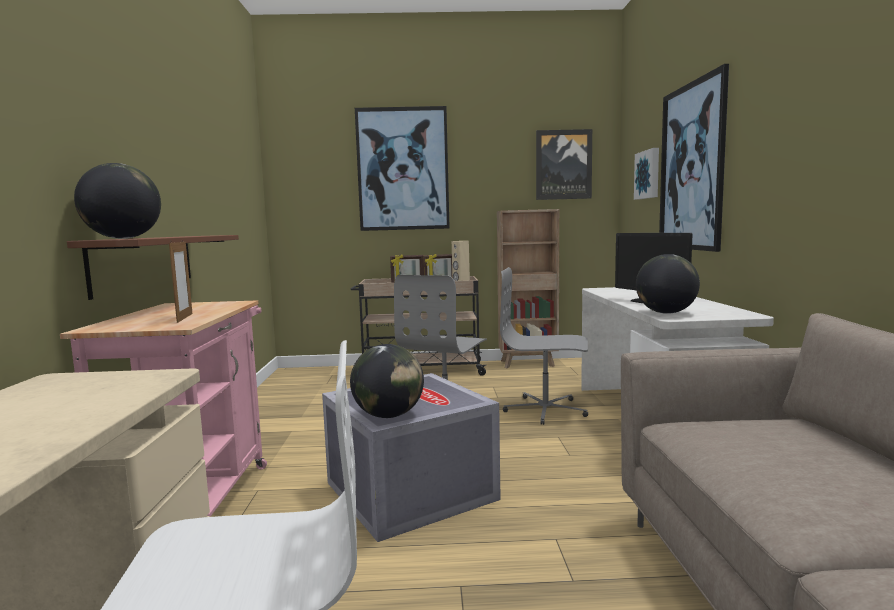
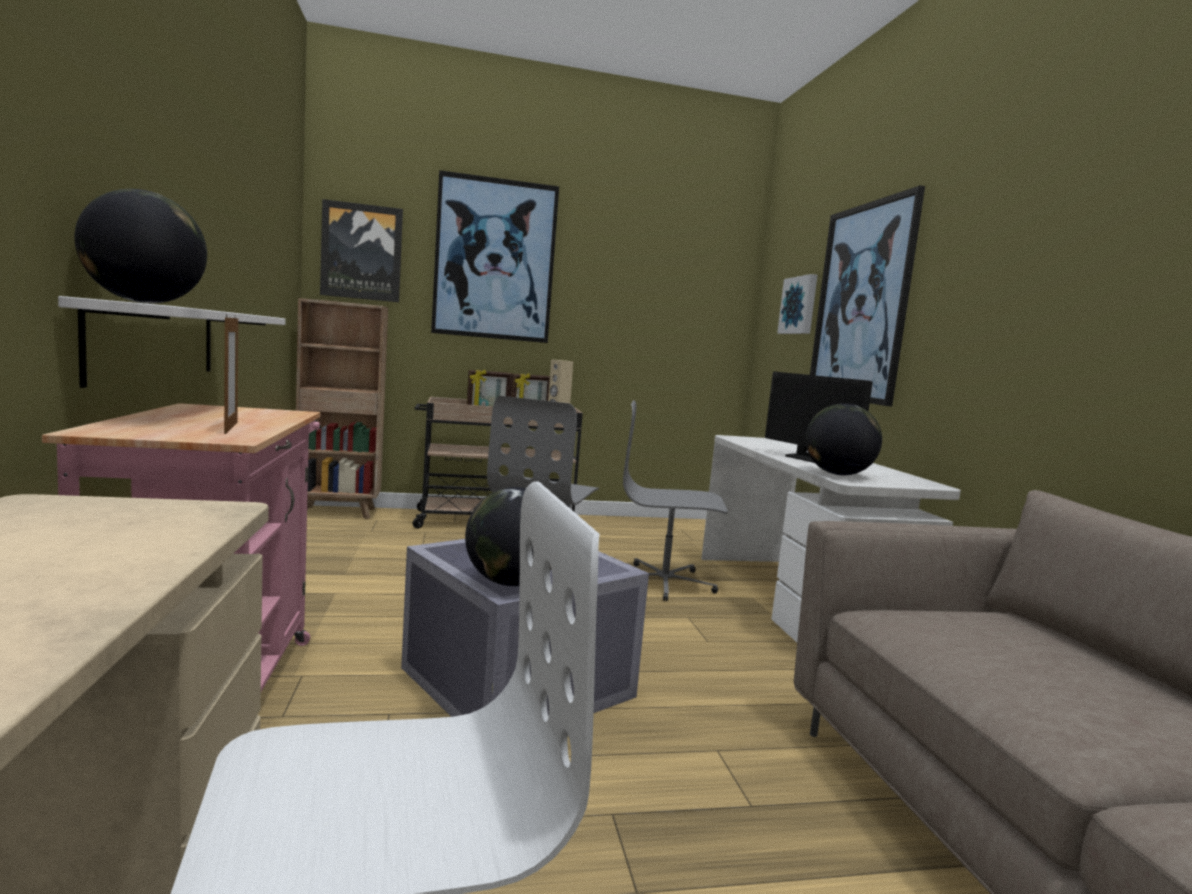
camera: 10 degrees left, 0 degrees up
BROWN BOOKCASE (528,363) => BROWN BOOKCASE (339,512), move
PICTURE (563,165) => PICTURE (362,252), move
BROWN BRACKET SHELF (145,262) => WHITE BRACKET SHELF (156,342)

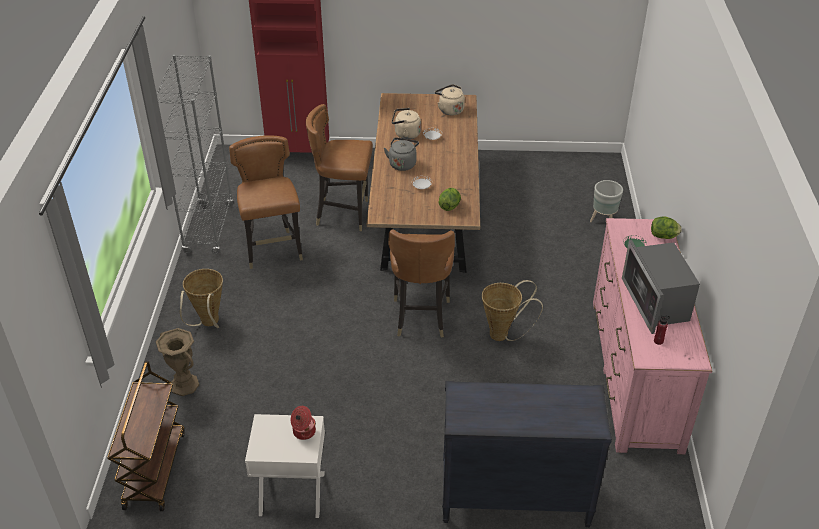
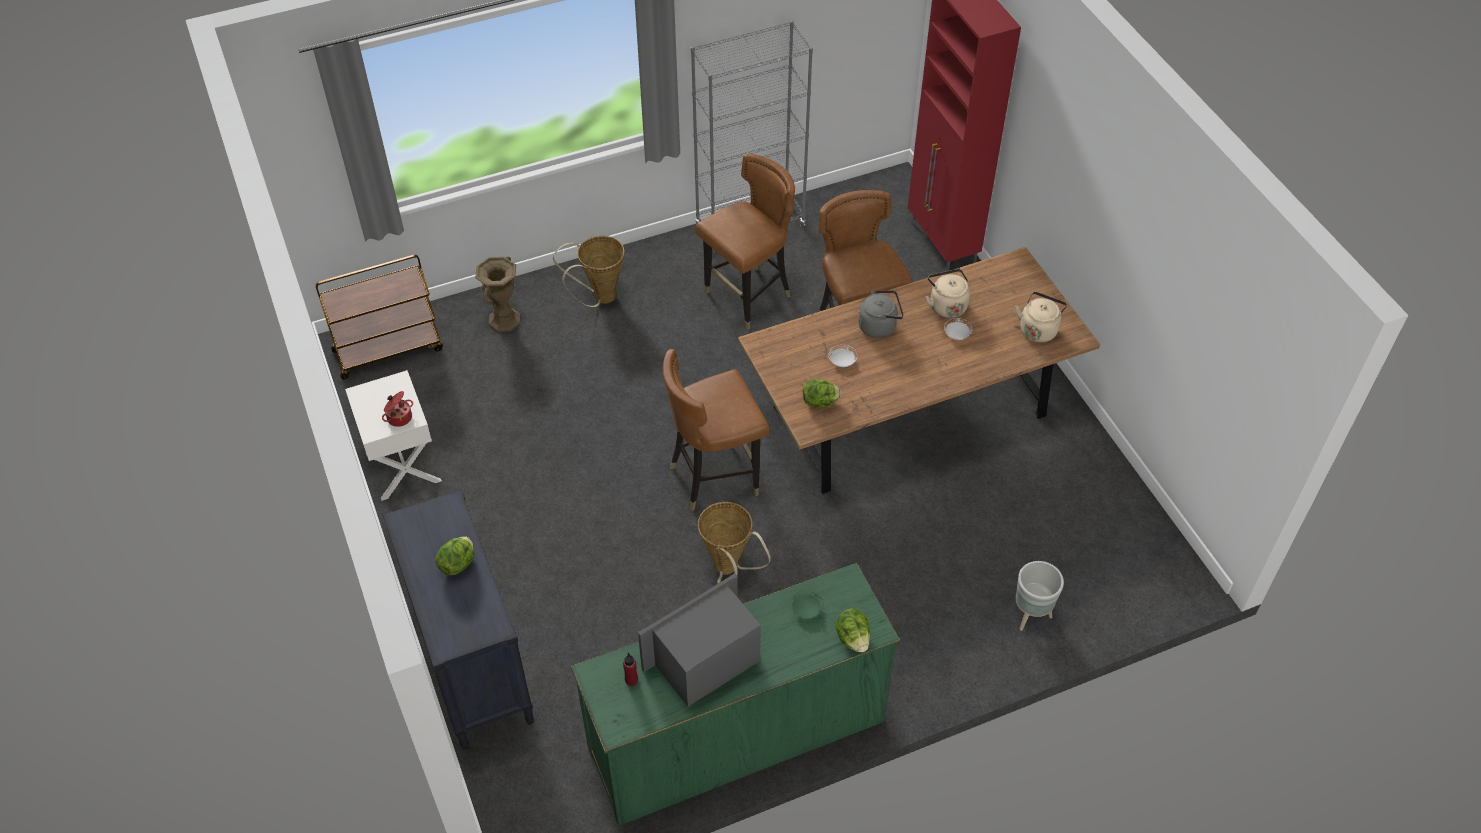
camera: 65 degrees right, 10 degrees up
nothing => LETTUCE (458,563)
PINKISH DRAWER CHEST (635,372) => GREEN-COLOURED DRAWER CHEST (736,734)

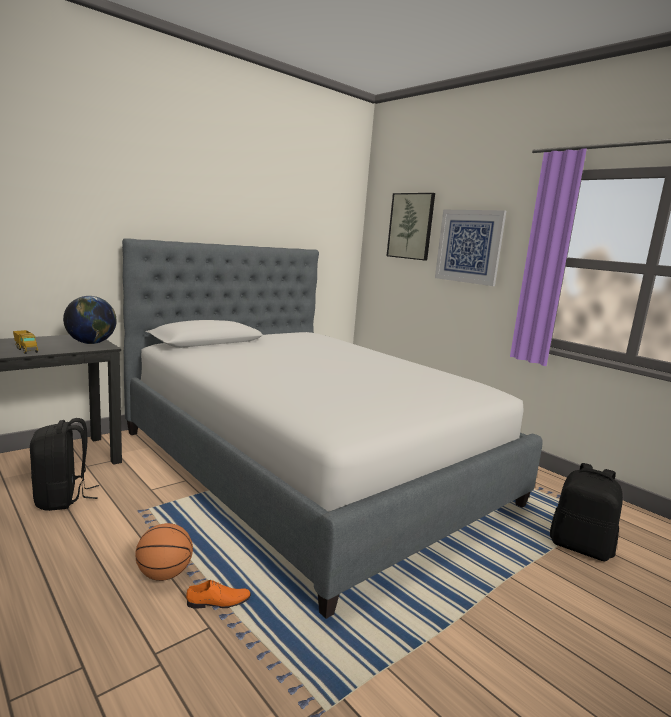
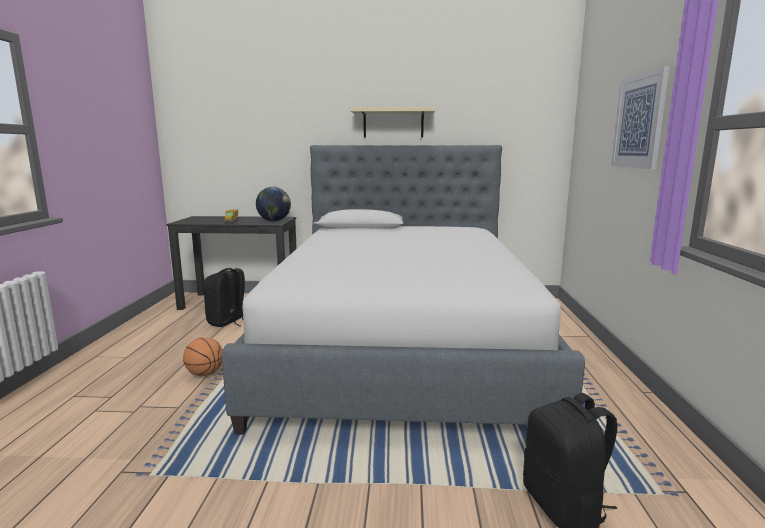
camera: 45 degrees right, 0 degrees up
ORANGE-COLOURED SHOE (219,602) => nothing
PICTURE (411,226) => nothing
nothing => SAND-COLOURED BRACKET SHELF (393,123)

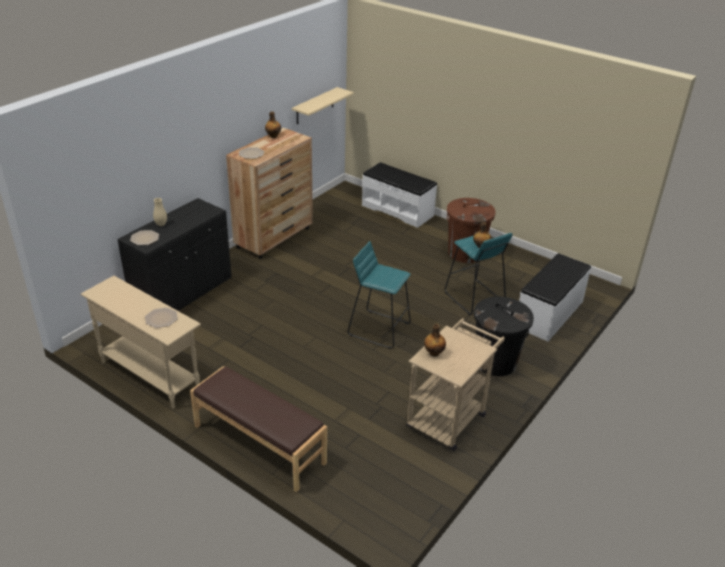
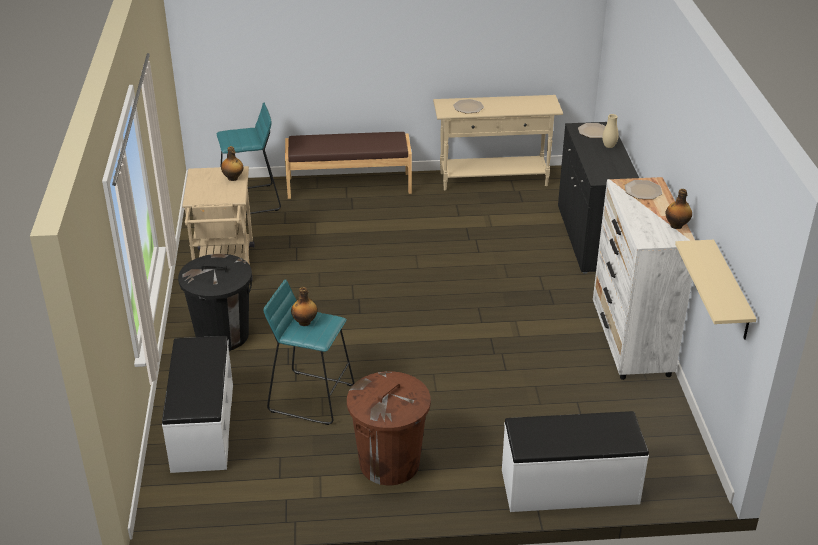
camera: 140 degrees right, 0 degrees up
TURQUOISE-COLOURED STOOL SEAT (379,329) => TURQUOISE-COLOURED STOOL SEAT (251,201), move
BROWN DRAWER CHEST (274,237) => WHITE DRAWER CHEST (631,342)

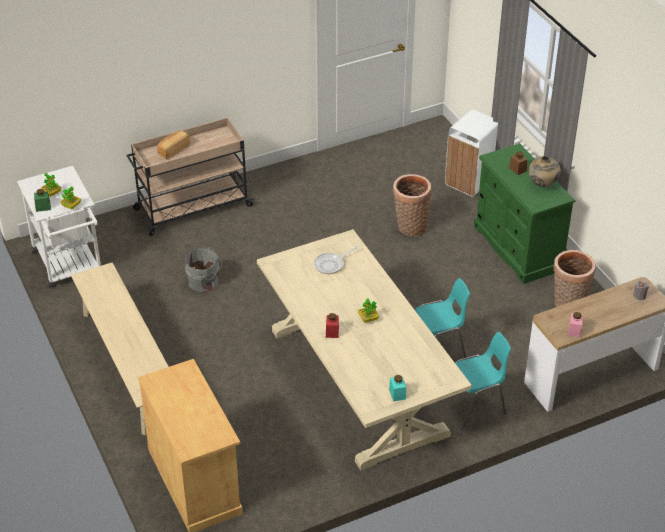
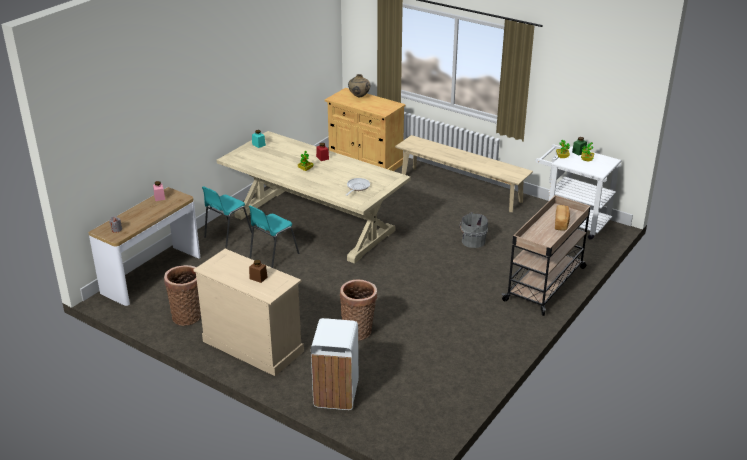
camera: 150 degrees right, 10 degrees down
SAND-COLOURED VASE (542,185) => SAND-COLOURED VASE (359,97), move
GREEN-COLOURED DRAWER CHEST (517,248) => SAND-COLOURED DRAWER CHEST (253,346)

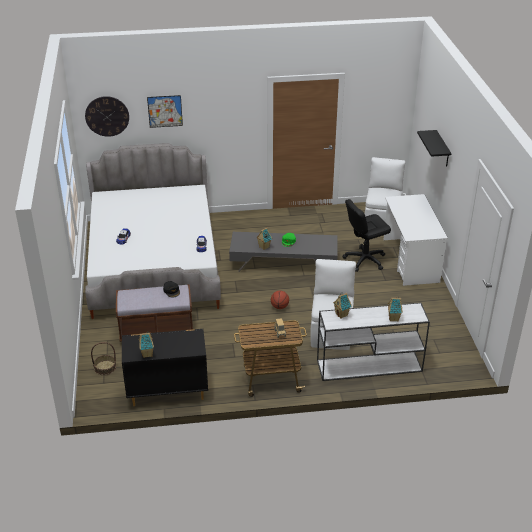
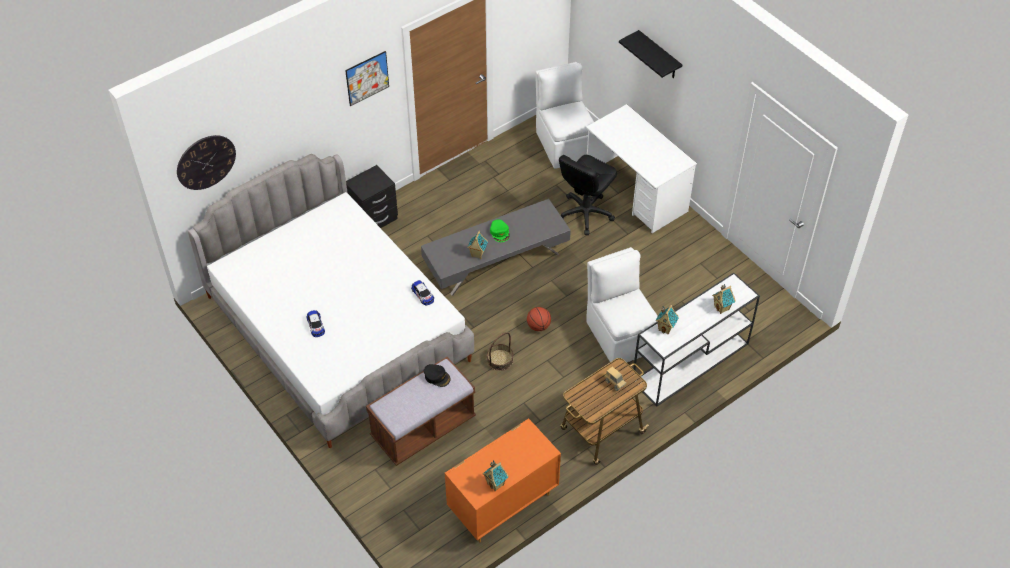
camera: 30 degrees left, 15 degrees up
nothing => BLACK-COLOURED BEDSIDE TABLE (373,219)
HOUSEHOLD BASKET (105,368) => HOUSEHOLD BASKET (500,360), move
PICTURE (165,111) => PICTURE (367,78), move
BLACK-COLOURED DRAWER CHEST (167,392) => ORANGE-COLOURED DRAWER CHEST (502,505)

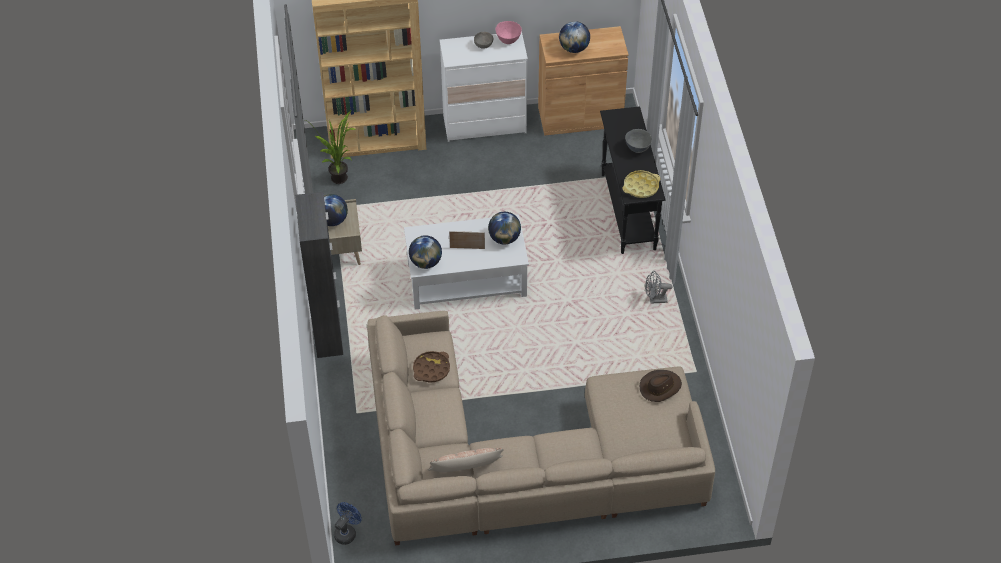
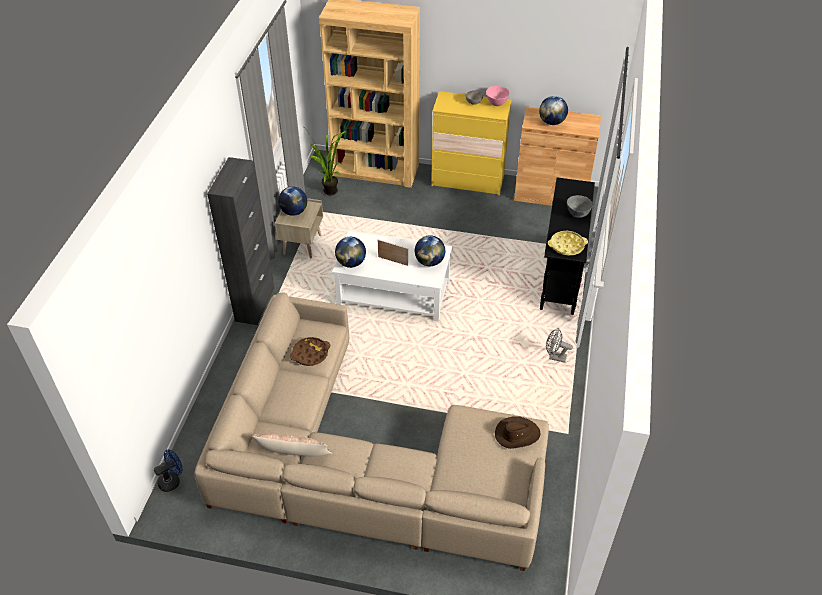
camera: 20 degrees right, 5 degrees down
WHITE DRAWER CHEST (484,124) => YELLOW DRAWER CHEST (467,181)

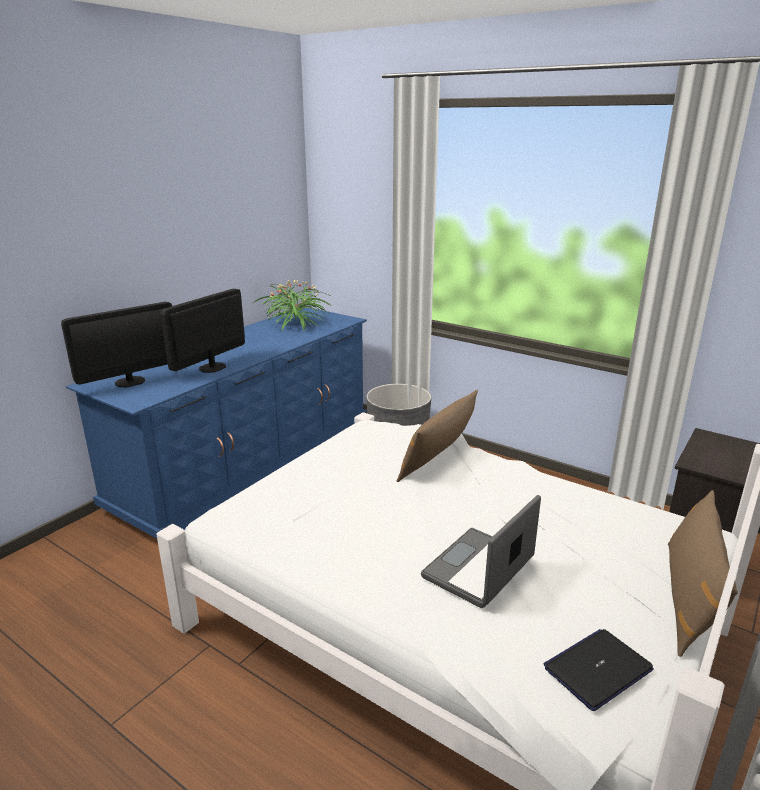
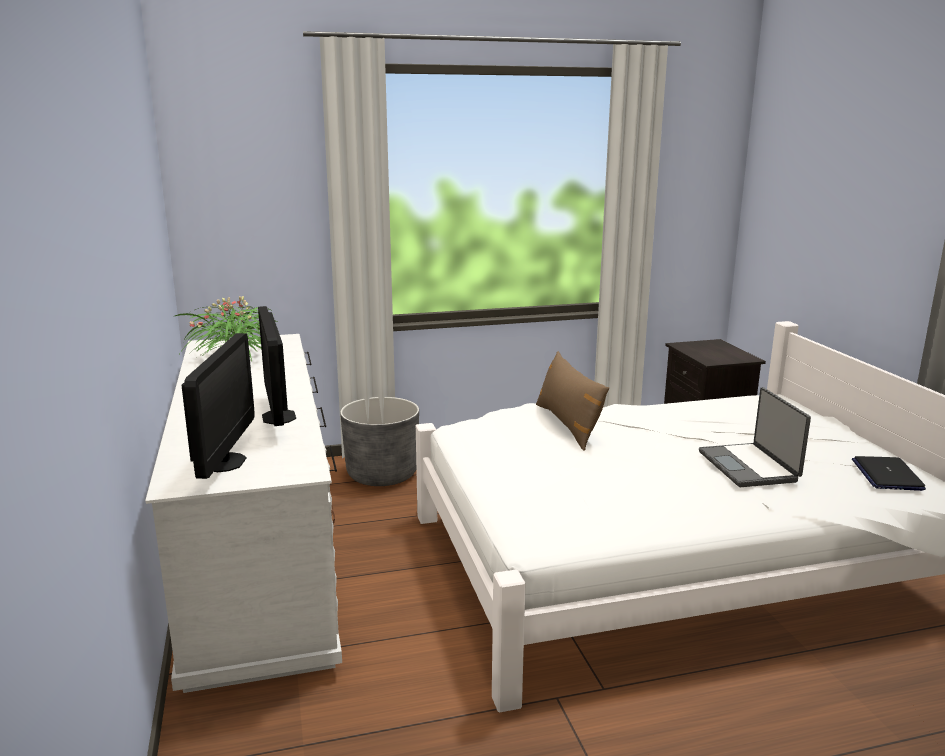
camera: 50 degrees left, 5 degrees down
BROWN THROW PILLOW (689,598) => nothing
BLUE DRAWER CHEST (249,463) => WHITE DRAWER CHEST (260,558)

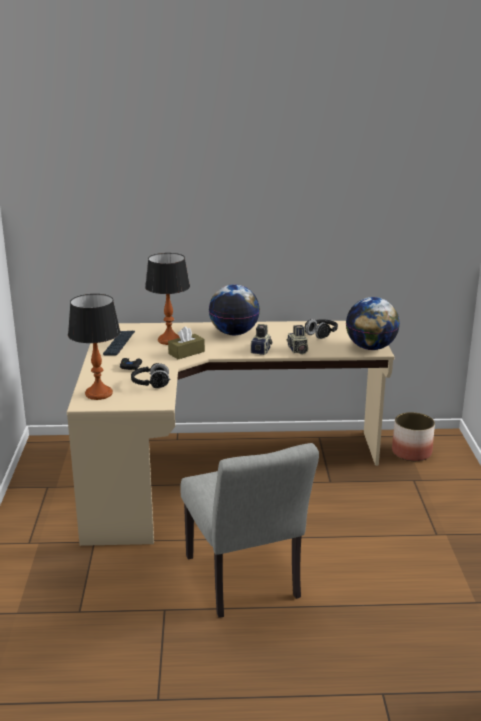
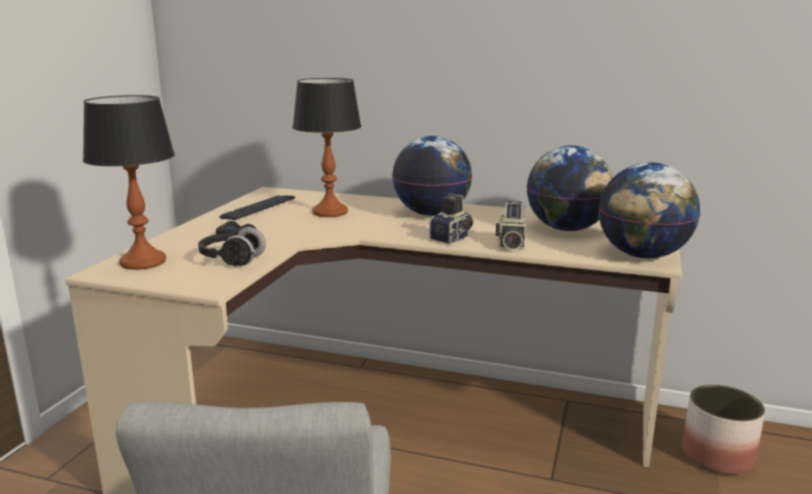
camera: 20 degrees right, 5 degrees down
BROWN TISSUE HOLDER (186,353) => nothing
BLACK-COLOURED HEADPHONES (321,334) => DESK GLOBE (567,229)

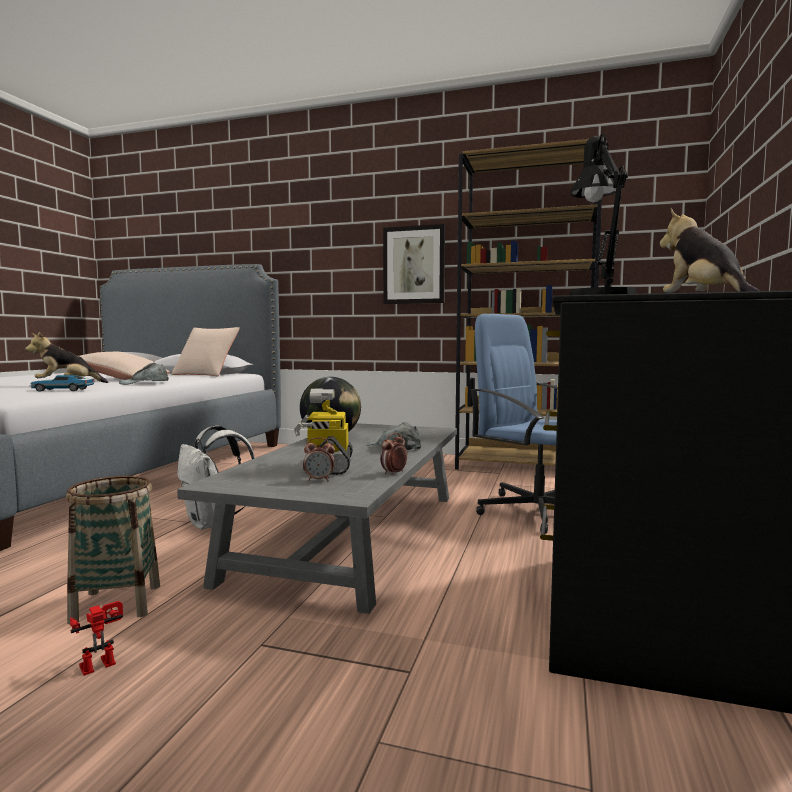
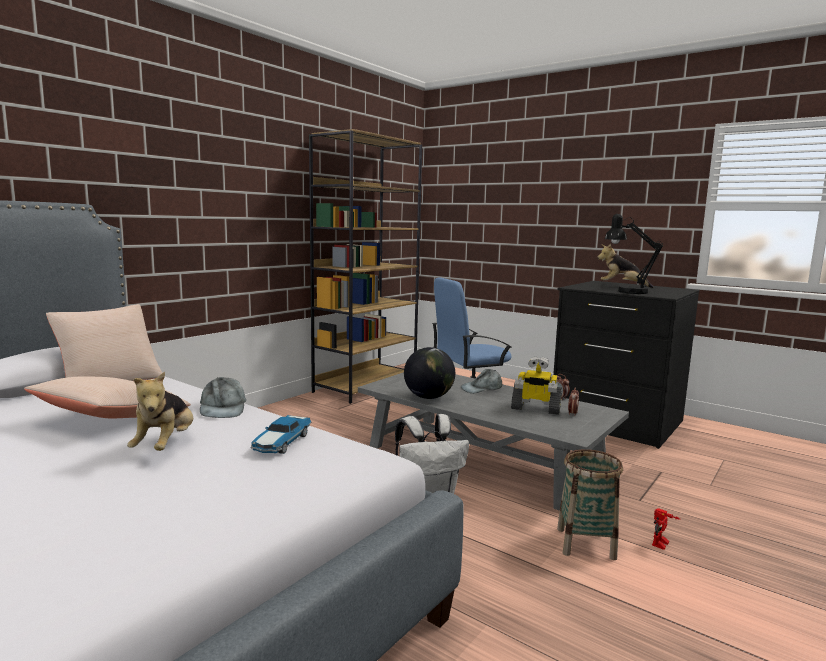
camera: 70 degrees left, 5 degrees up
PICTURE (414,265) => nothing
MODEL ROBOT (99,662) => MODEL ROBOT (662,545), 120 degrees counterclockwise

